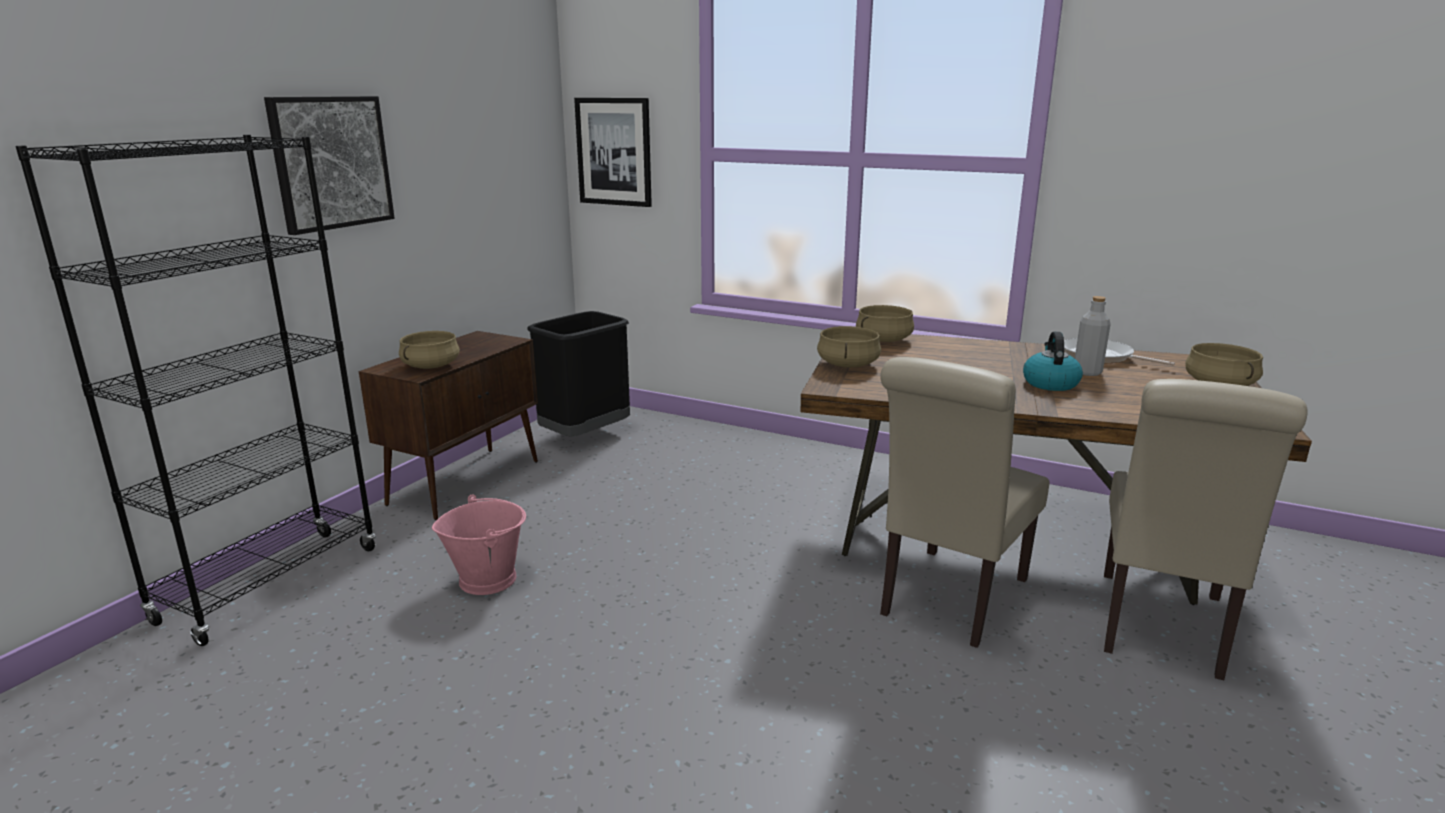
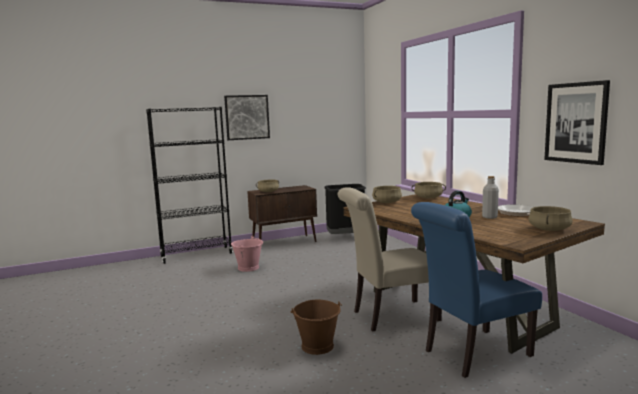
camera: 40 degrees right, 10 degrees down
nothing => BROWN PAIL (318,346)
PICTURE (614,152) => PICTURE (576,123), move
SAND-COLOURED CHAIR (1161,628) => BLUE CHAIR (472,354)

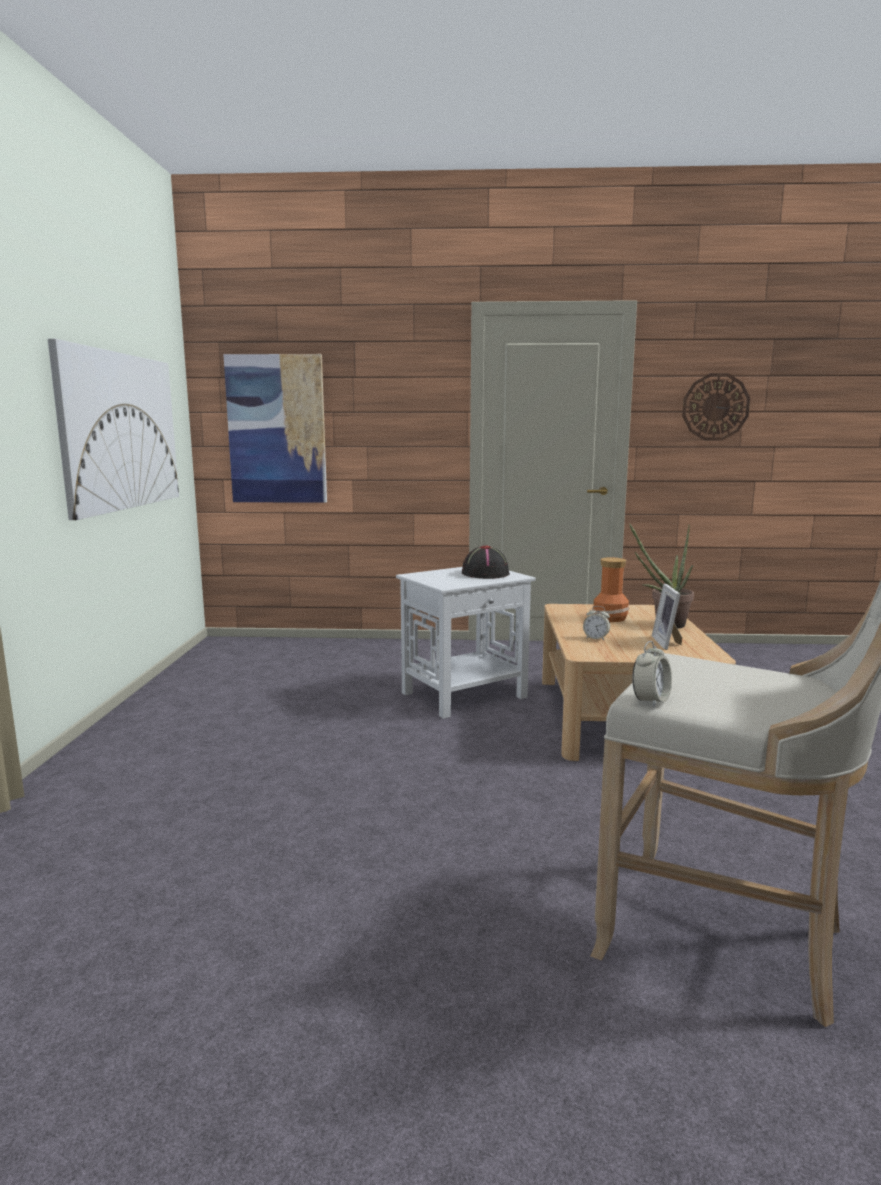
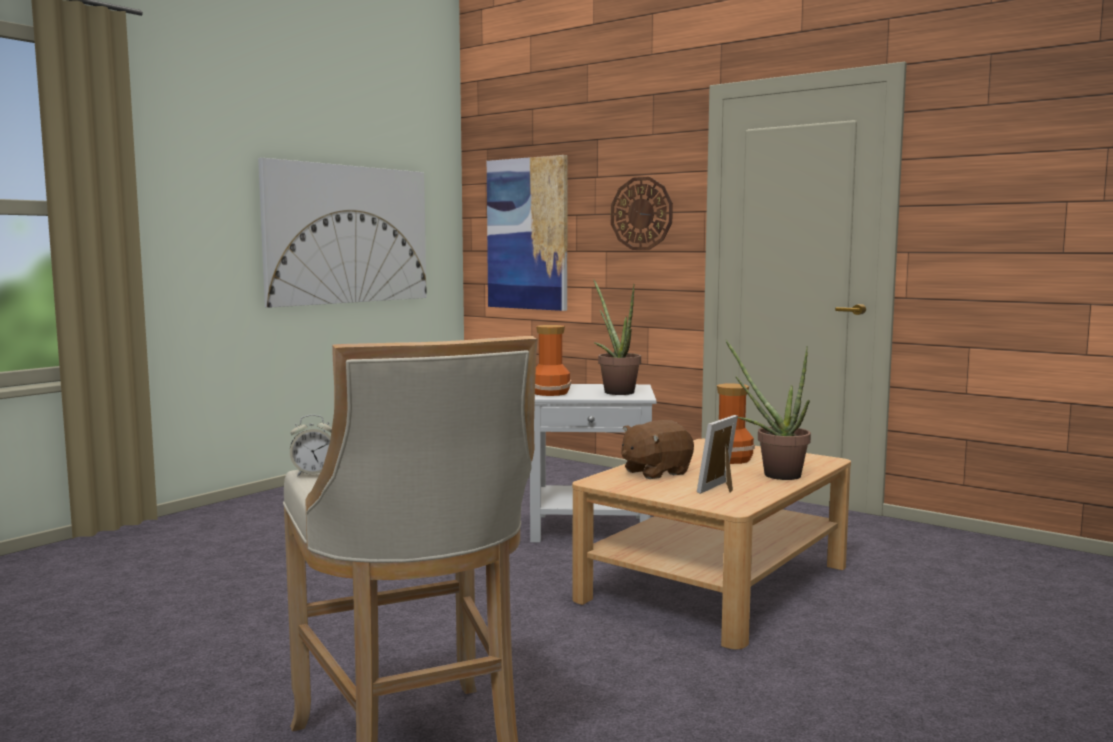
camera: 35 degrees right, 5 degrees down
nothing => VASE (550,393)
CLOCK ON THE WALL (715,407) => CLOCK ON THE WALL (641,213), move
BLACK-COLOURED CLOTHING HAT (485,573) => PLANT IN A POT (615,391)
BEDSIDE CLOCK (596,638) => BROWN SOFT TOY (655,472)

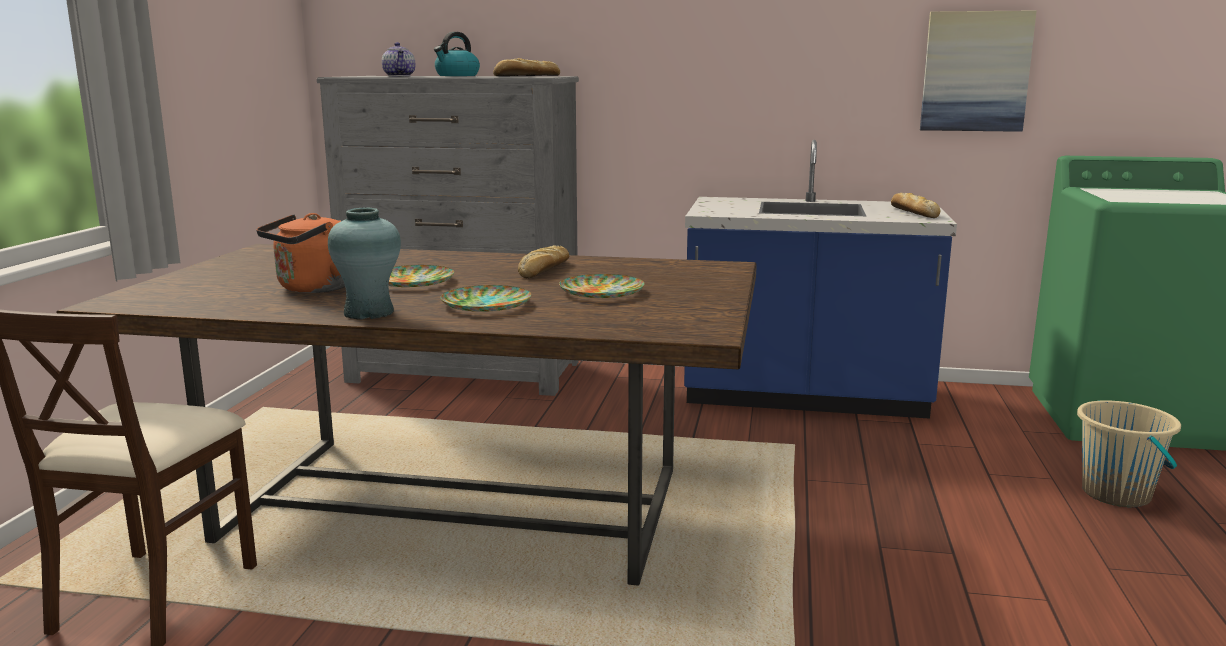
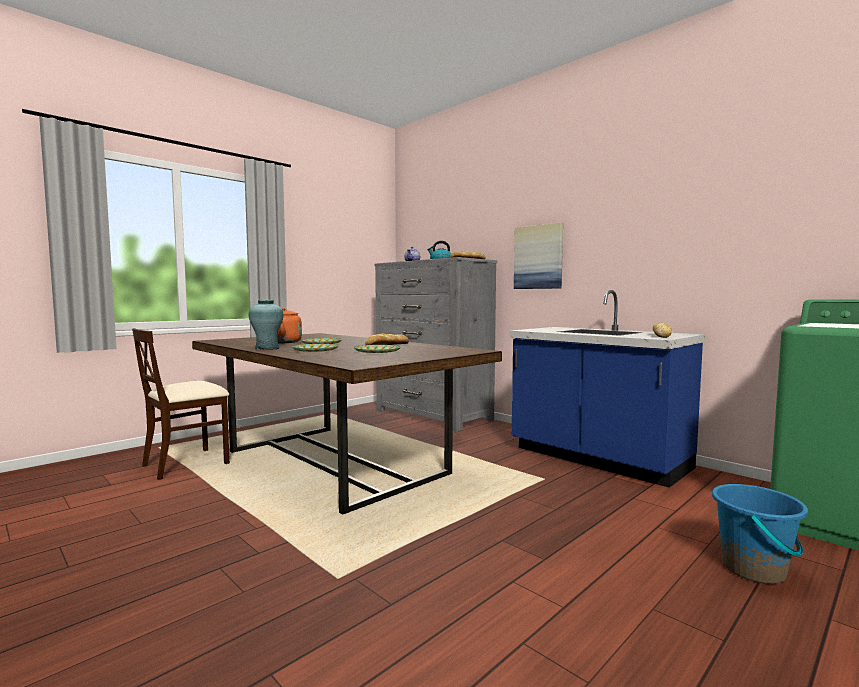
camera: 35 degrees right, 10 degrees down
PICTURE (975,71) => PICTURE (538,257), move
SAND-COLOURED PAIL (1116,494) => BLUE PAIL (754,569)

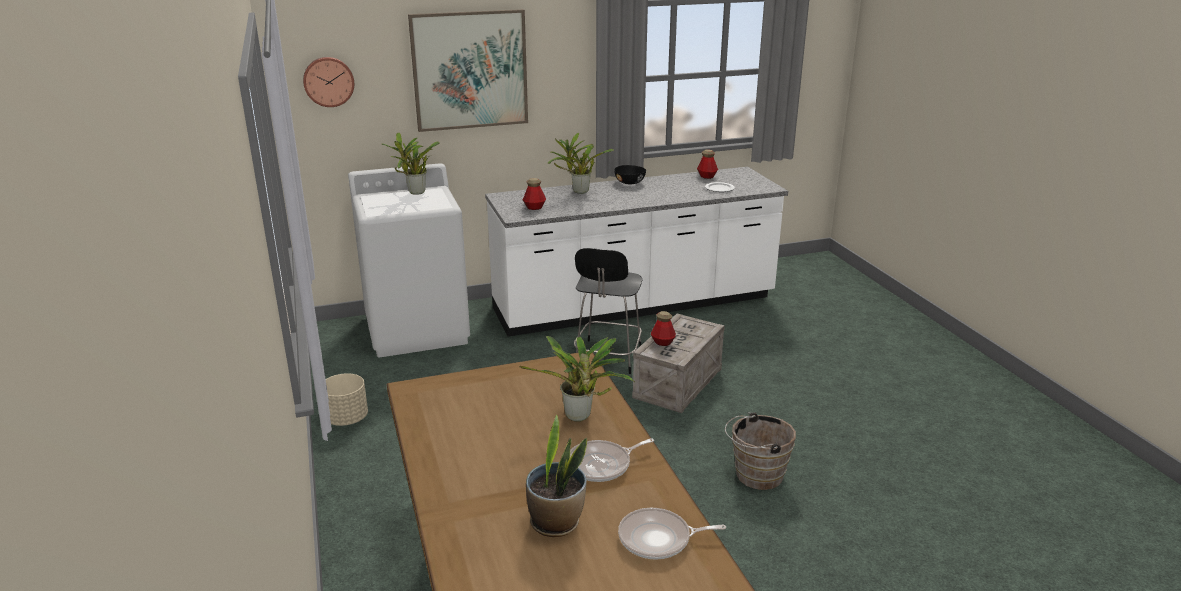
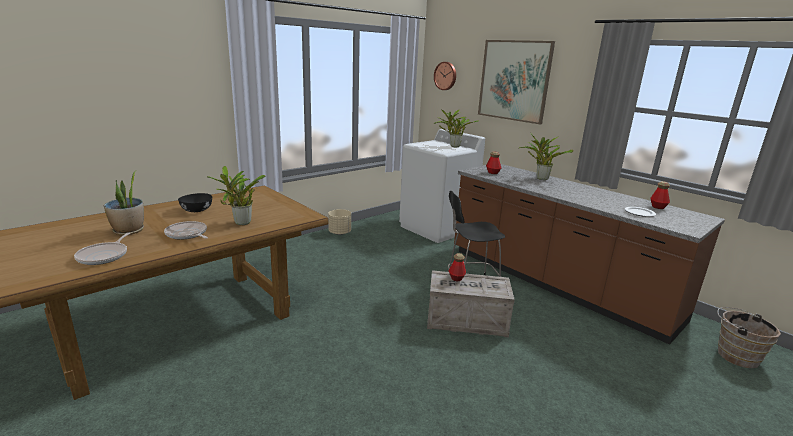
camera: 65 degrees right, 5 degrees down
BLACK-COLOURED DEEP DISH (630,182) => BLACK-COLOURED DEEP DISH (196,210), move
BROWN PAIL (755,475) => BROWN PAIL (734,355), move
WHITE KITCHEN COUNTER (634,305) => BROWN KITCHEN COUNTER (556,284)
FRYING PAN (658,539) => FRYING PAN (104,256), 150 degrees counterclockwise

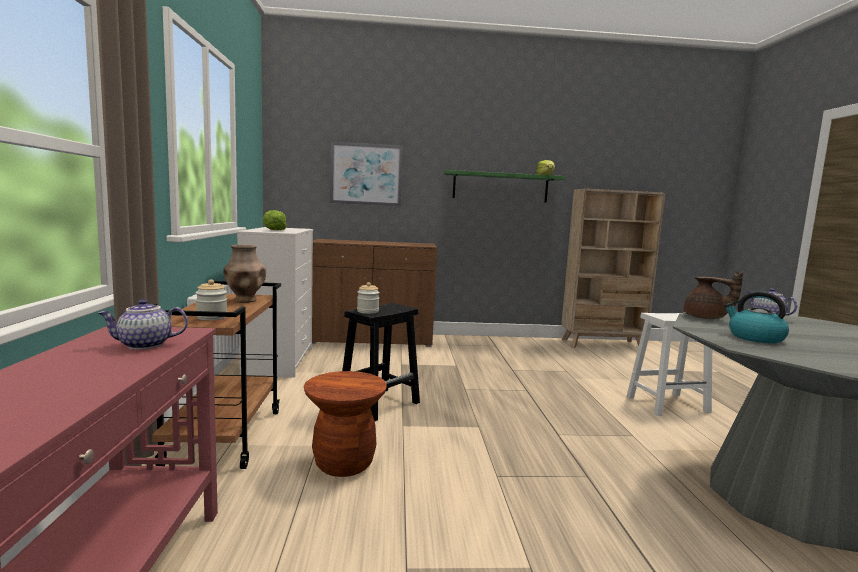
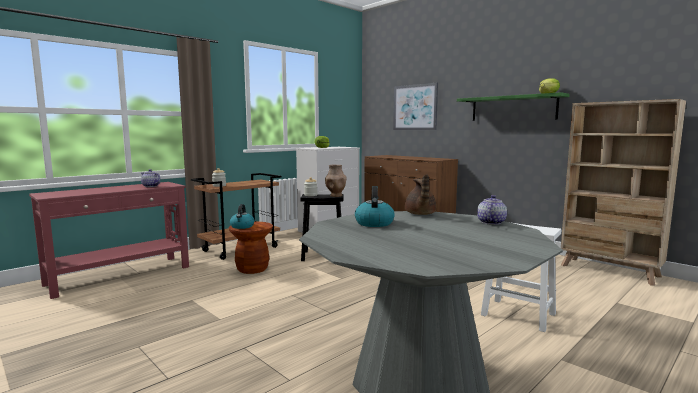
camera: 50 degrees right, 0 degrees up
nothing => WATER KETTLE (242,226)
BROWN VASE (245,300) => BROWN VASE (336,196), move

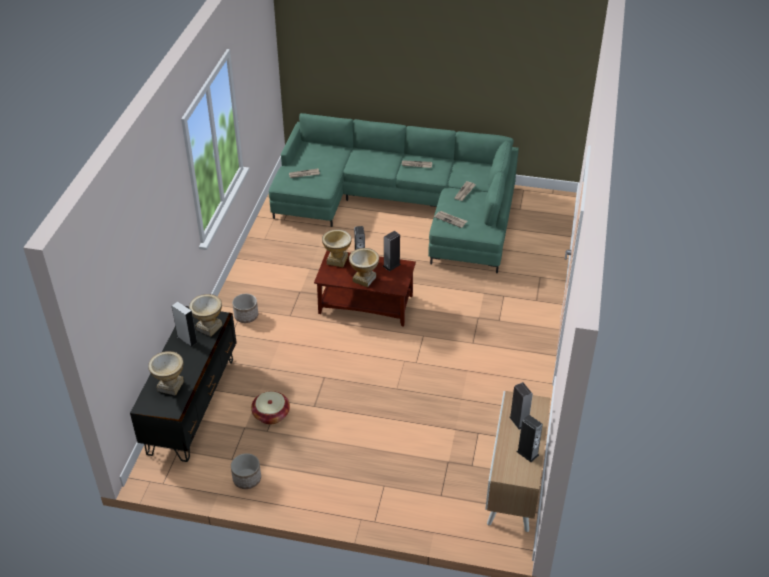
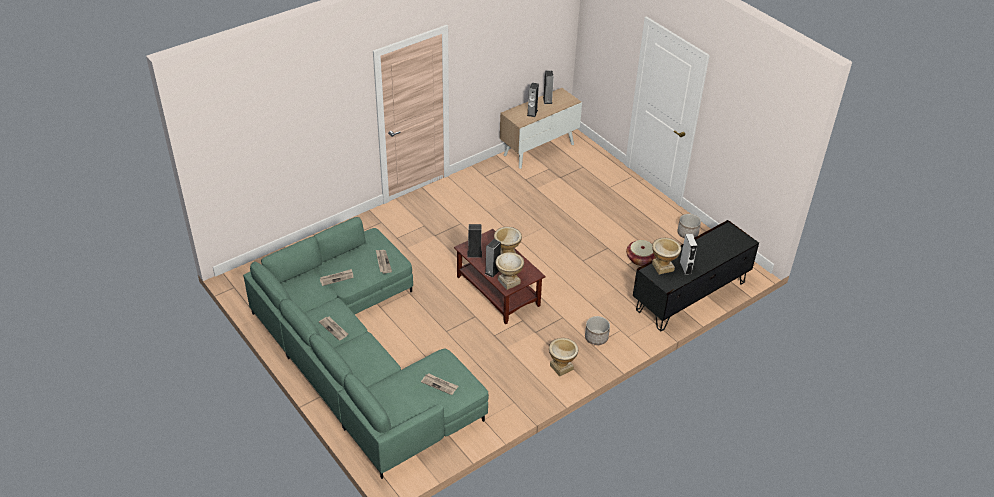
camera: 140 degrees left, 0 degrees up
VASE (170,386) => VASE (561,367), move

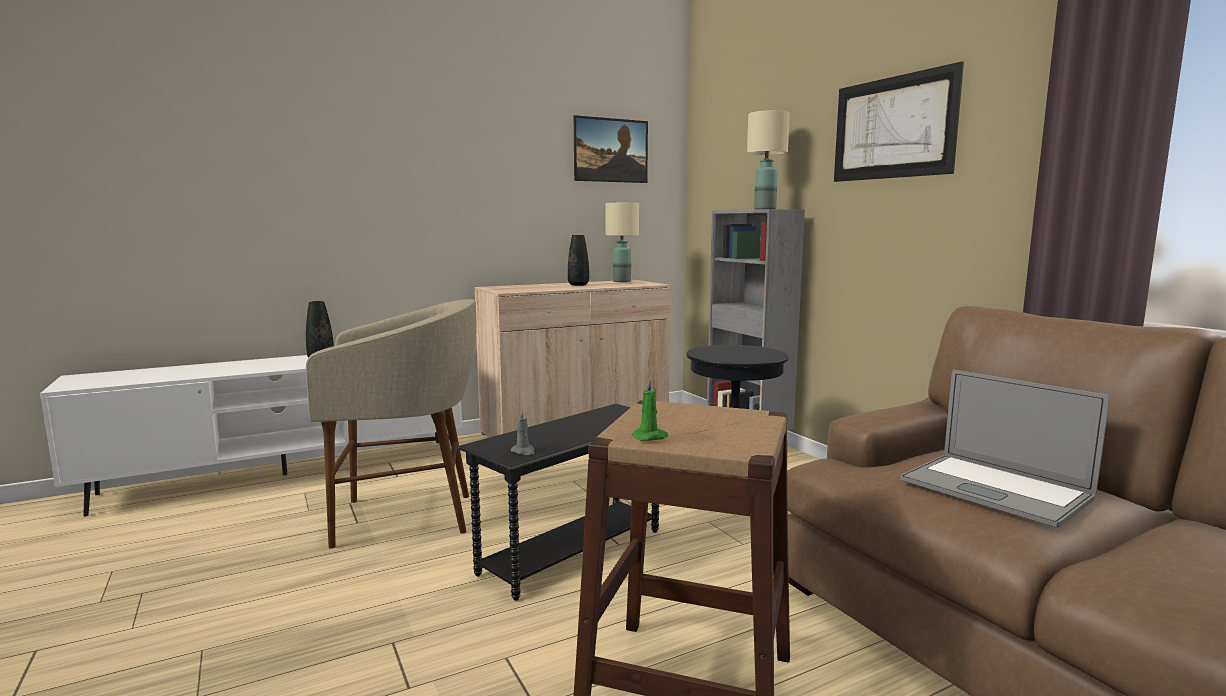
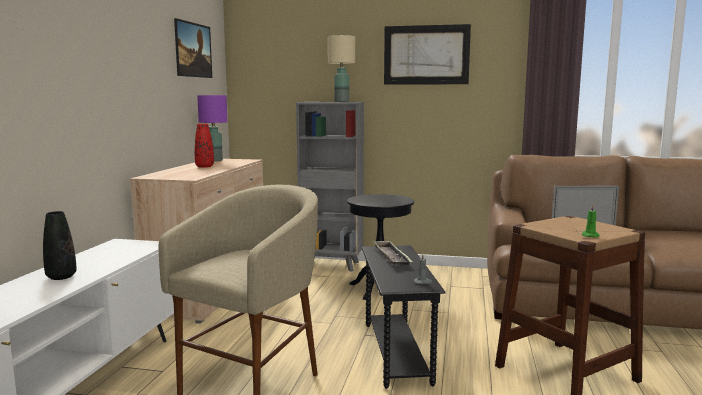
camera: 50 degrees left, 0 degrees up
nothing => CARRYING TRAY (391,257)
BLACK-COLOURED VASE (578,285) => REDDISH VASE (204,166)
SAND-COLOURED TABLETOP LAMP (622,281) => PURPLISH TABLETOP LAMP (215,160)

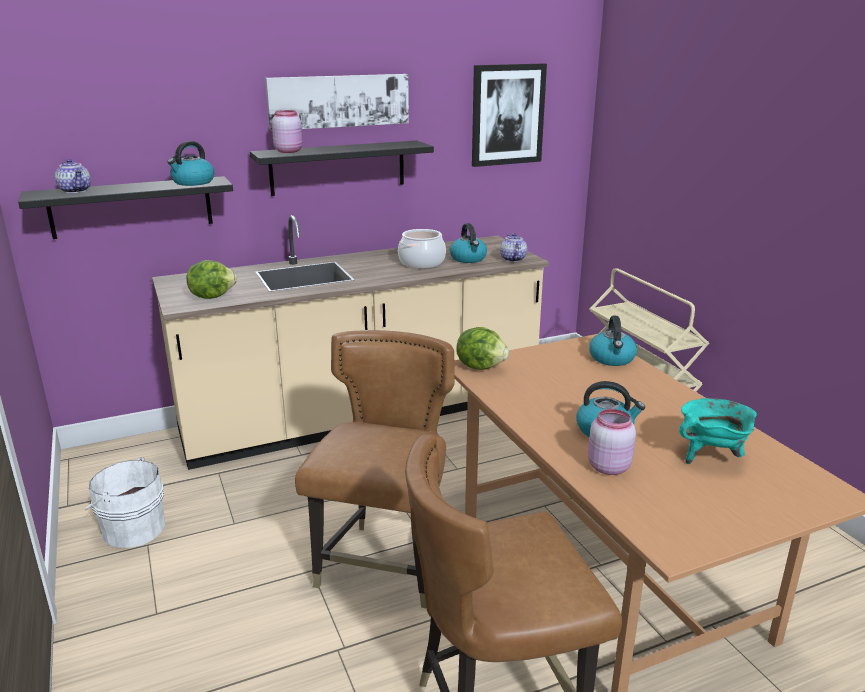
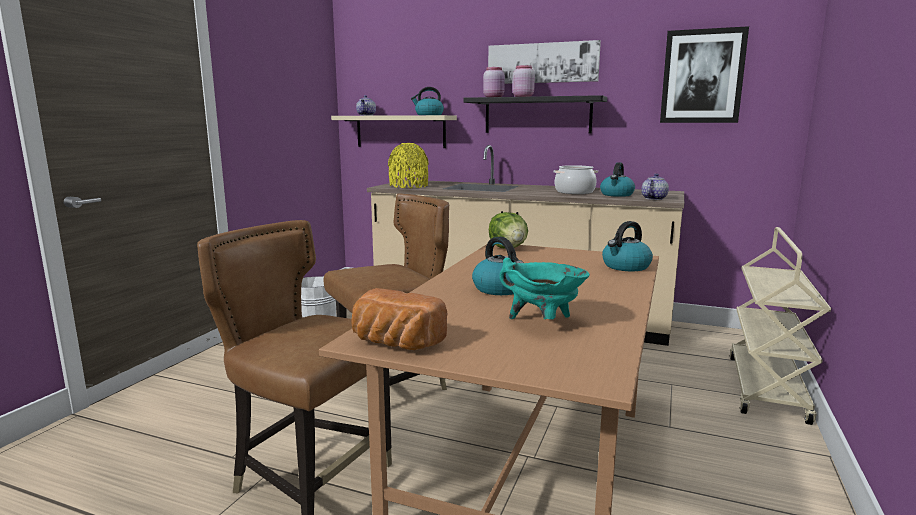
camera: 45 degrees right, 10 degrees down
nothing => BREAD (395,343)
PINKISH JAR (607,467) => PINKISH JAR (522,96), move
LETTUCE (212,296) => YELLOW VASE (408,186)
BLACK-COLOURED BRACKET SHELF (131,207) => SAND-COLOURED BRACKET SHELF (400,131)

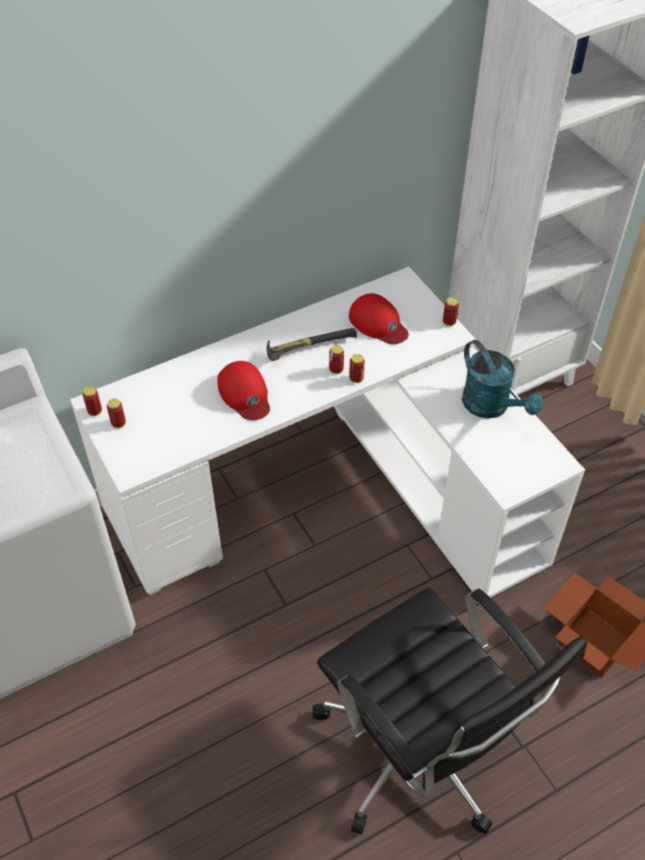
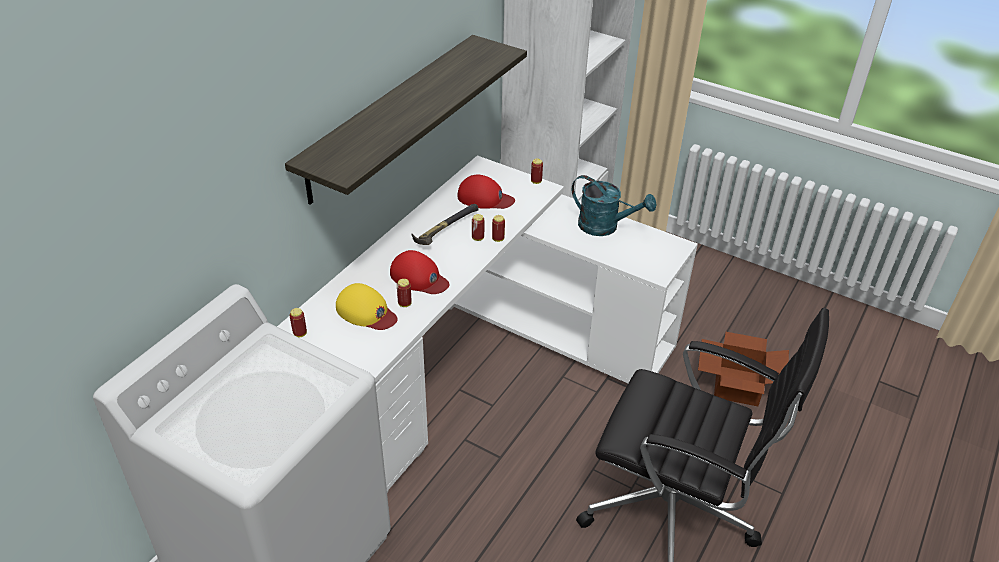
camera: 30 degrees left, 10 degrees down
nothing => BRACKET SHELF (390,116)
nothing => YELLOW BASEBALL CAP (366,312)
SEALED CAN (118,423) => SEALED CAN (404,304), move

